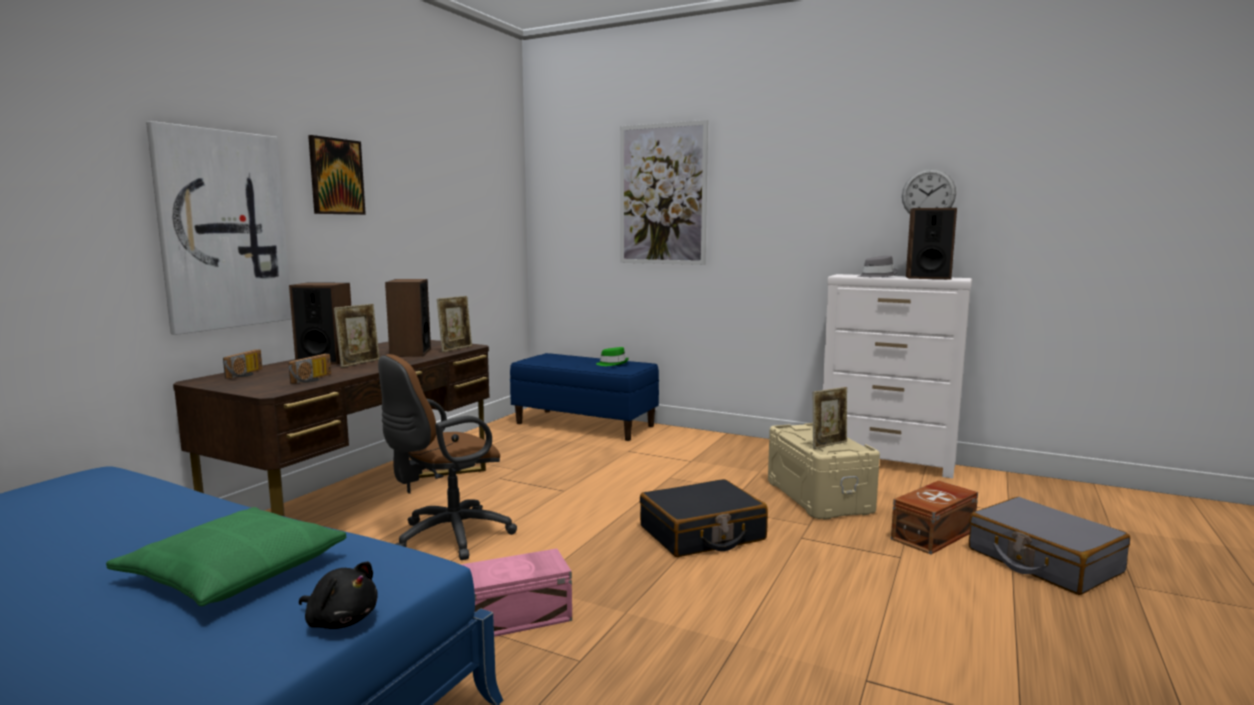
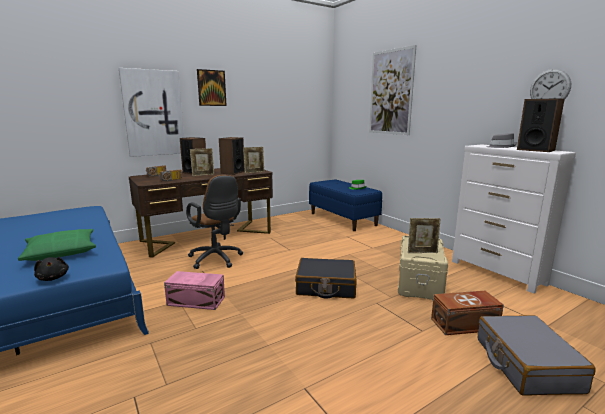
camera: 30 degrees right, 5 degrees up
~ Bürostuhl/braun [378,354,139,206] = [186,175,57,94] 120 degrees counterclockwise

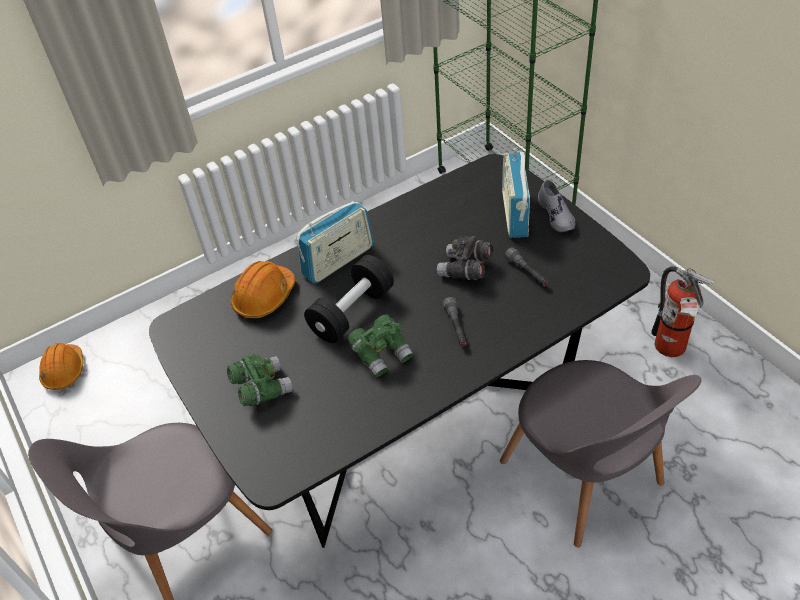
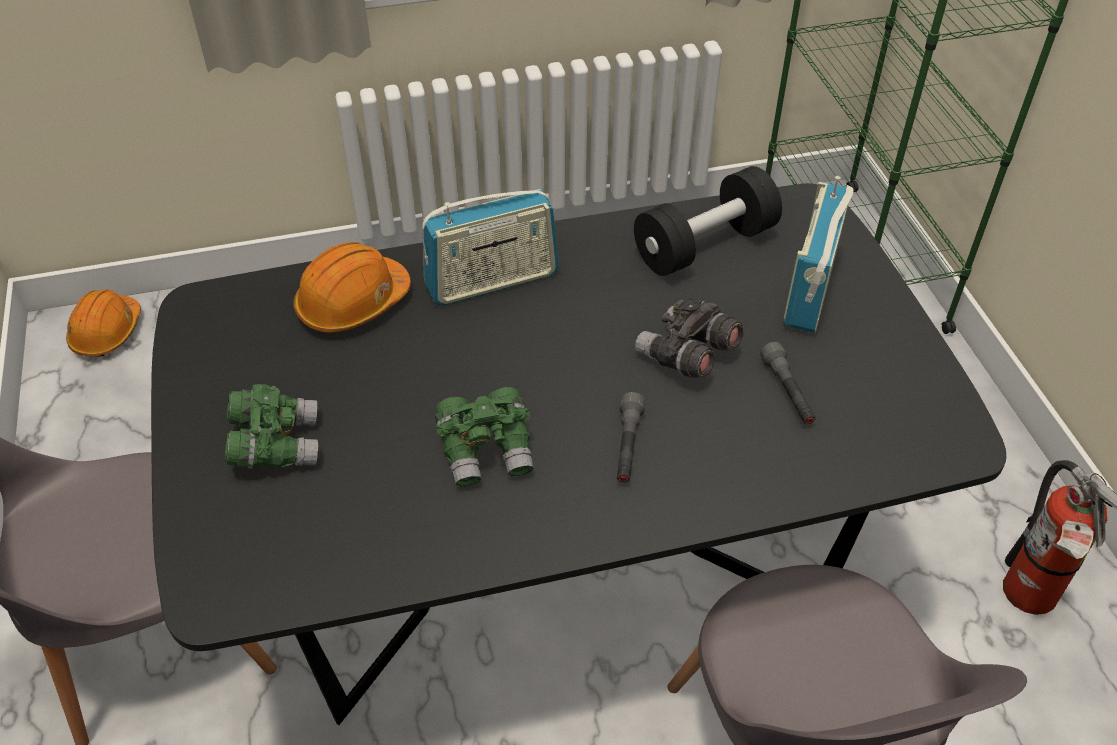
camera: 15 degrees right, 0 degrees up
- Schuh/grau [538,179,37,53]
~ Hantel/schwarz [304,255,90,88] to [634,166,148,110]

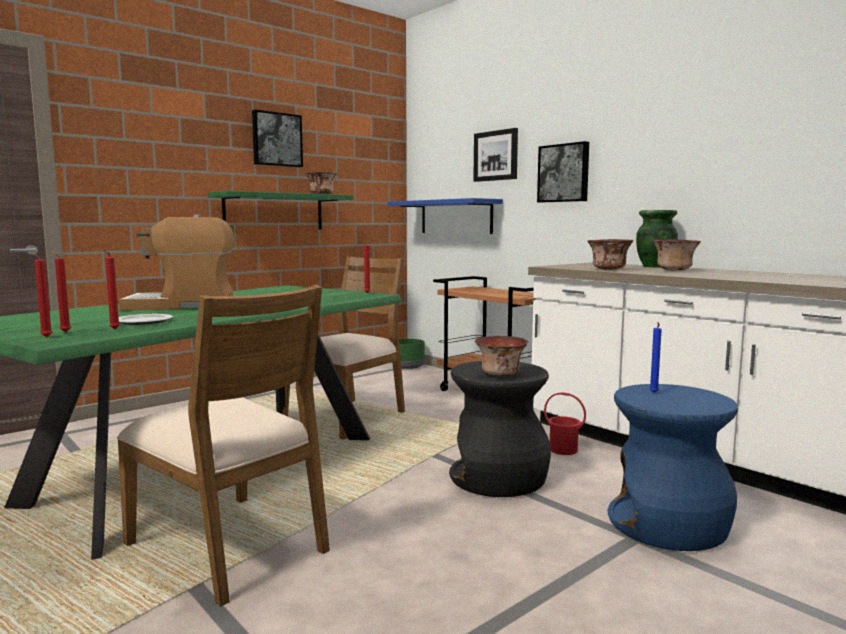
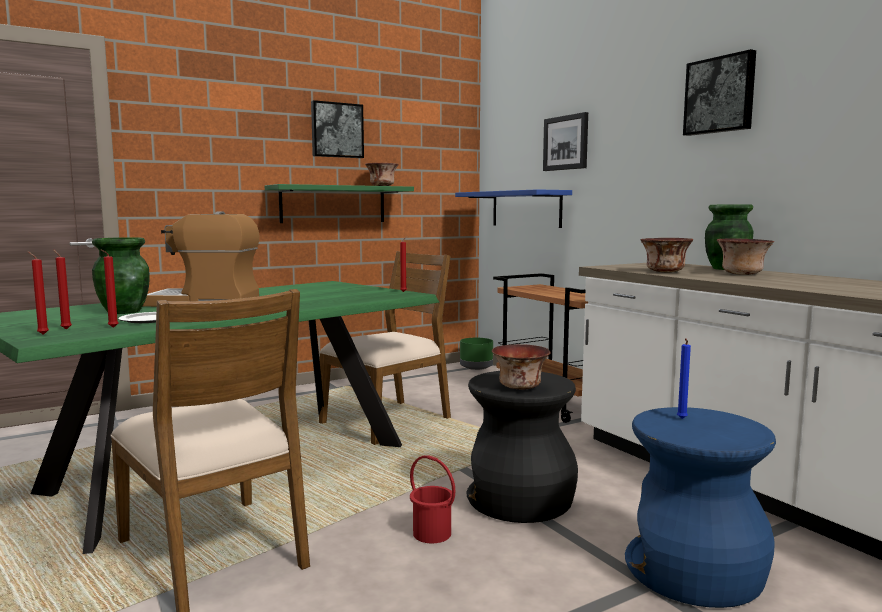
camera: 10 degrees right, 0 degrees up
+ Vase/grün [92,237,58,77]
~ Bild [537,141,52,62] to [683,49,73,87]
~ Eimer/rot [544,392,42,63] to [410,455,45,88]

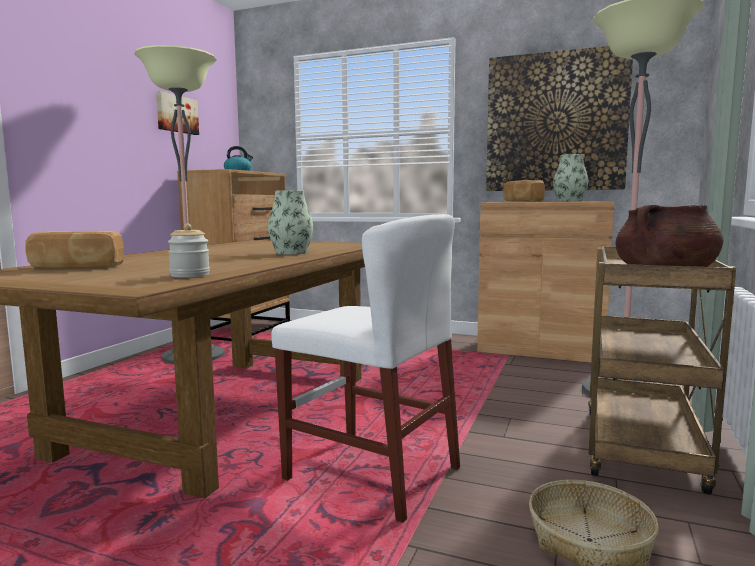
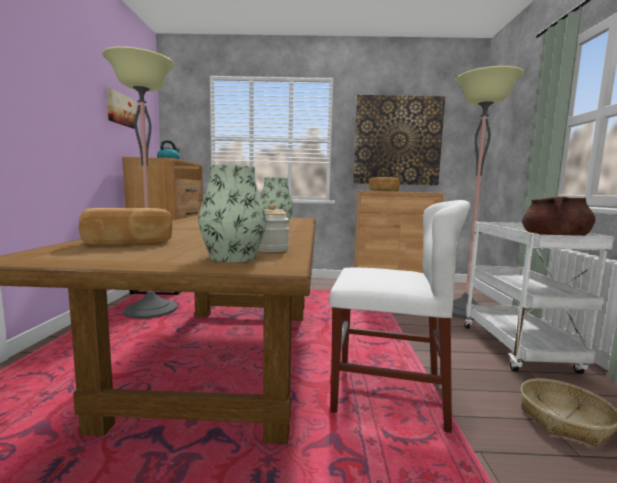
camera: 20 degrees left, 0 degrees up
~ Vase [553,154,35,48] to [198,165,68,97]
~ Rollwagen/braun [588,246,148,248] to Rollwagen/weiß [464,222,150,152]

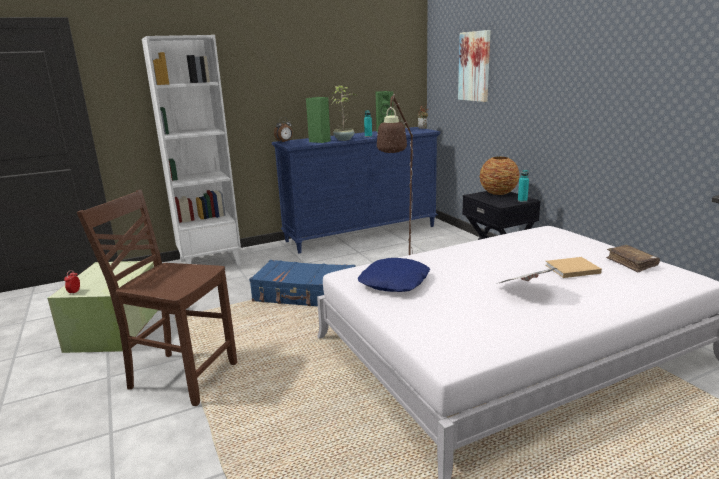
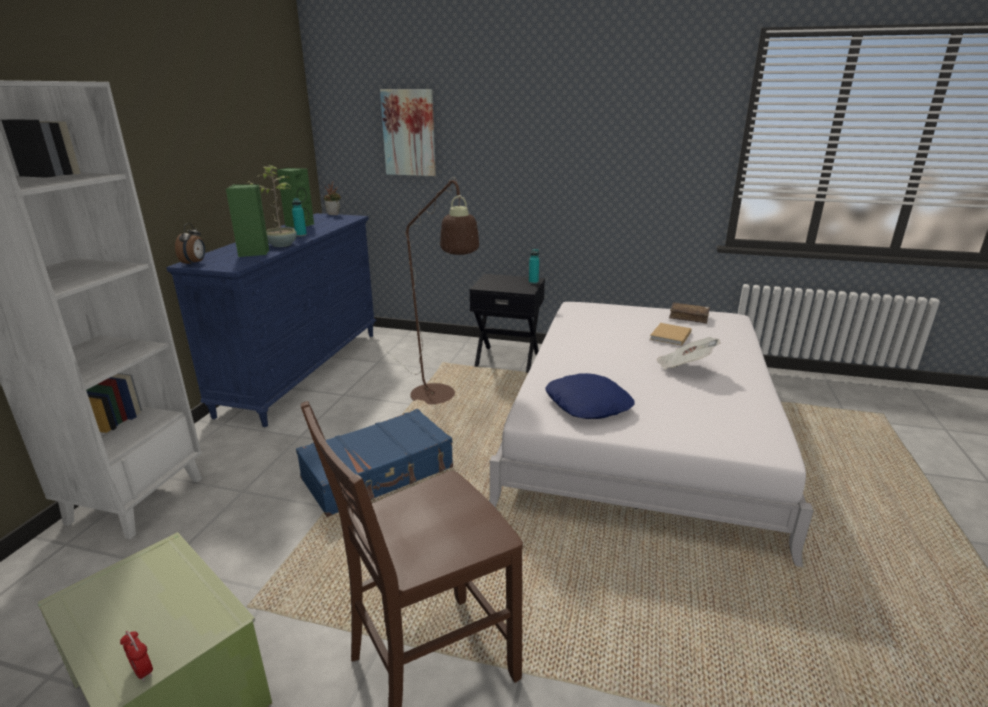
camera: 50 degrees left, 5 degrees up
- Vase [480,157,40,38]

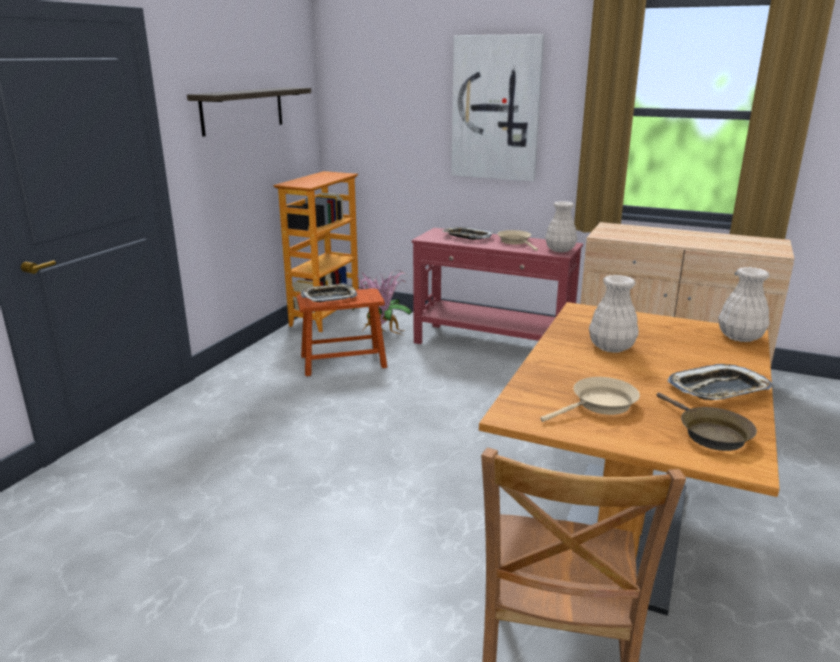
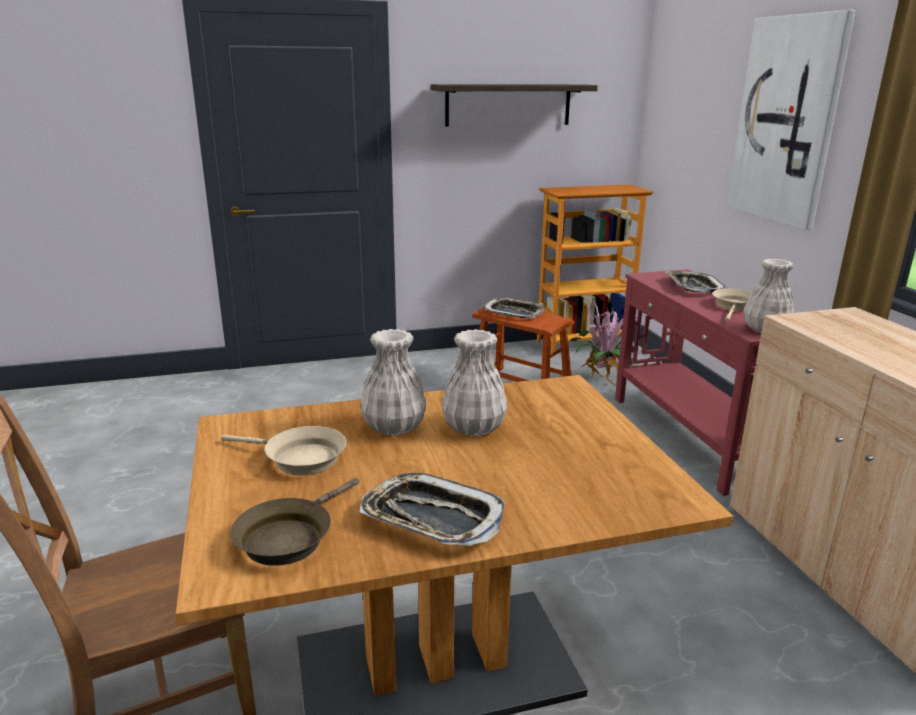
camera: 50 degrees right, 0 degrees up
~ Vase/weiß [718,267,52,75] to [361,329,66,107]

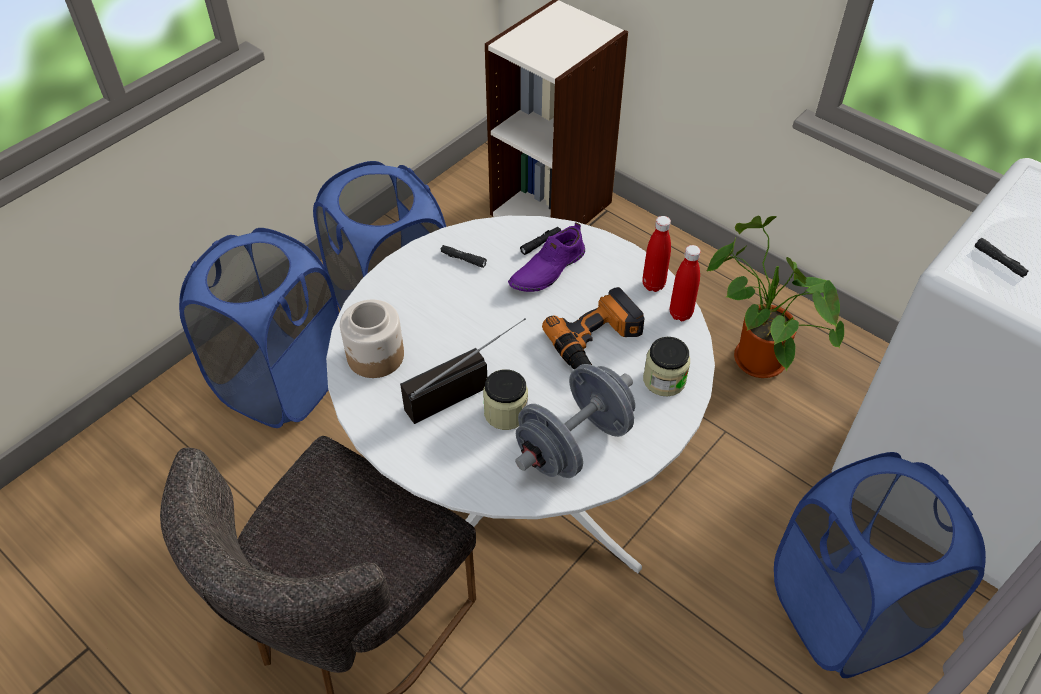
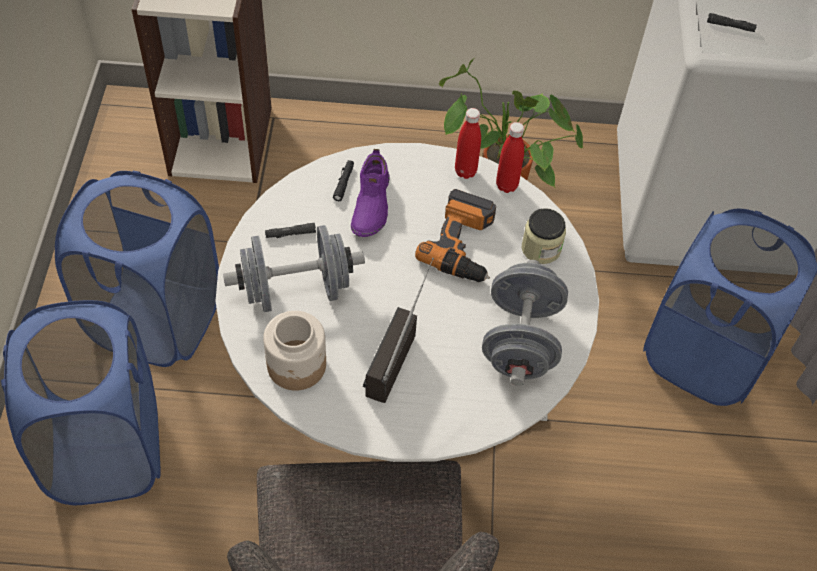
camera: 40 degrees left, 5 degrees up
- Vorratsglas [483,369,45,61]
+ Hantel/grau [223,225,142,87]

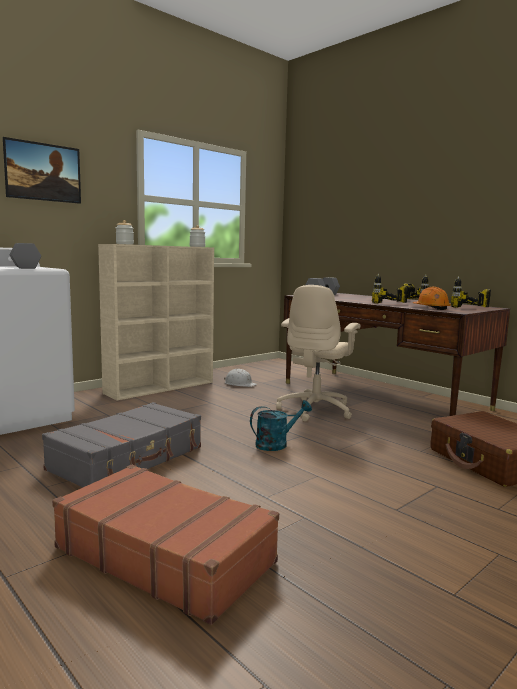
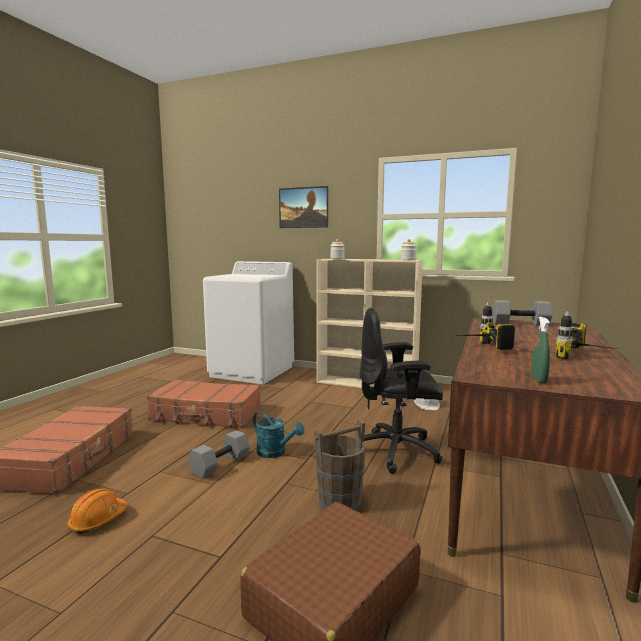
camera: 65 degrees right, 0 degrees up
+ Eimer/braun [314,420,52,90]
~ Hantel/grau [10,243,31,26] to [188,430,62,49]
~ Schutzhelm/orange [413,287,38,23] to [67,488,61,45]
~ Bohrmaschine [451,276,40,32] to Sprühflasche/grün [531,317,19,66]
~ Koffer/grau [42,402,159,85] to Koffer/braun [147,379,114,49]
~ Bürostuhl/beige [276,285,84,136] to Bürostuhl/schwarz [360,308,83,166]

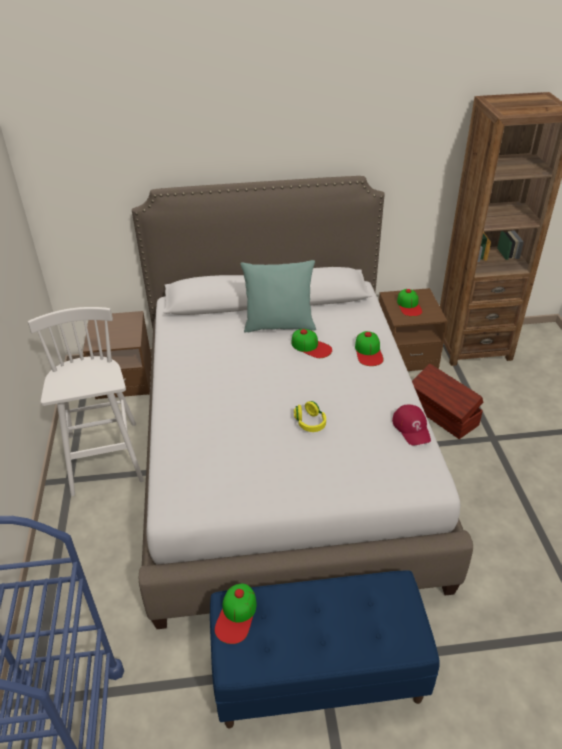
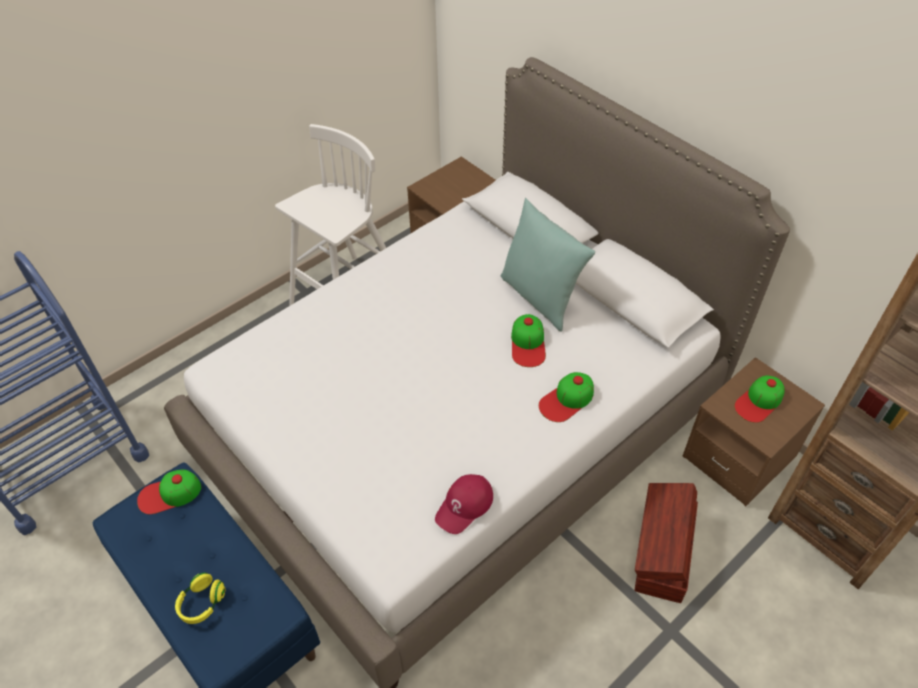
camera: 55 degrees right, 10 degrees up
~ Kopfhörer/gelb [294,401,32,31] to [175,572,50,52]

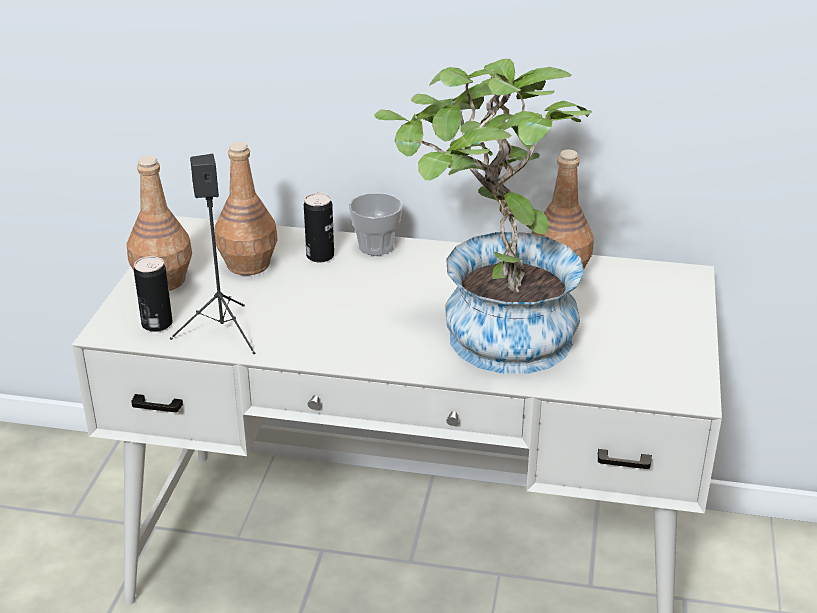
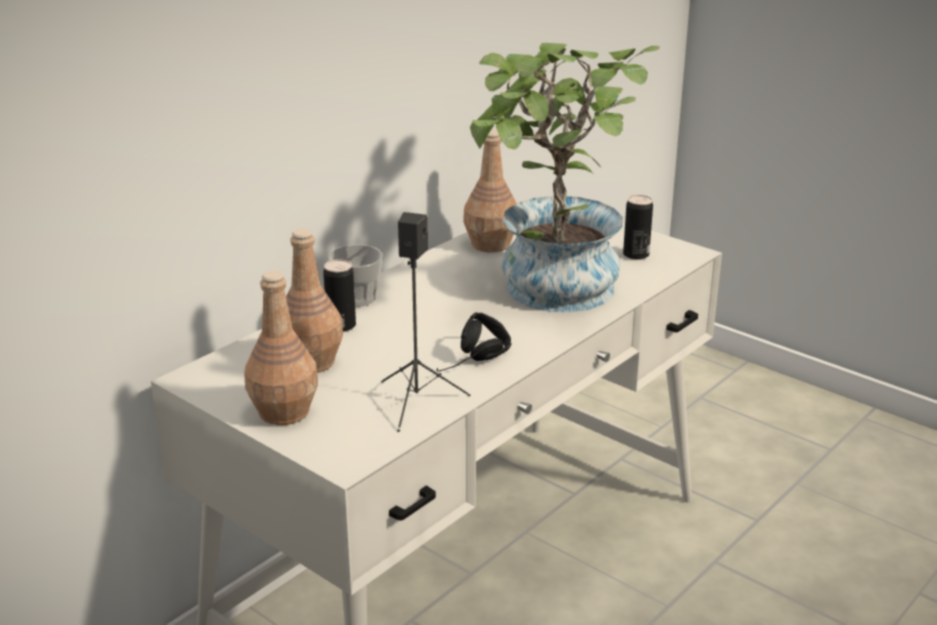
camera: 60 degrees left, 5 degrees down
+ Kopfhörer/schwarz [437,312,75,60]
~ Dose [134,256,39,76] to [623,195,30,65]

